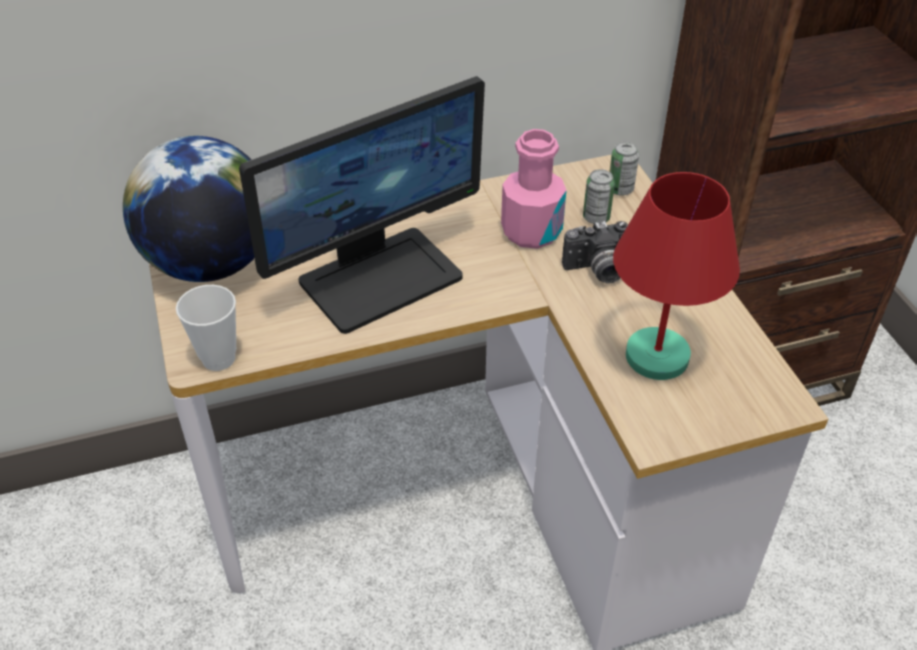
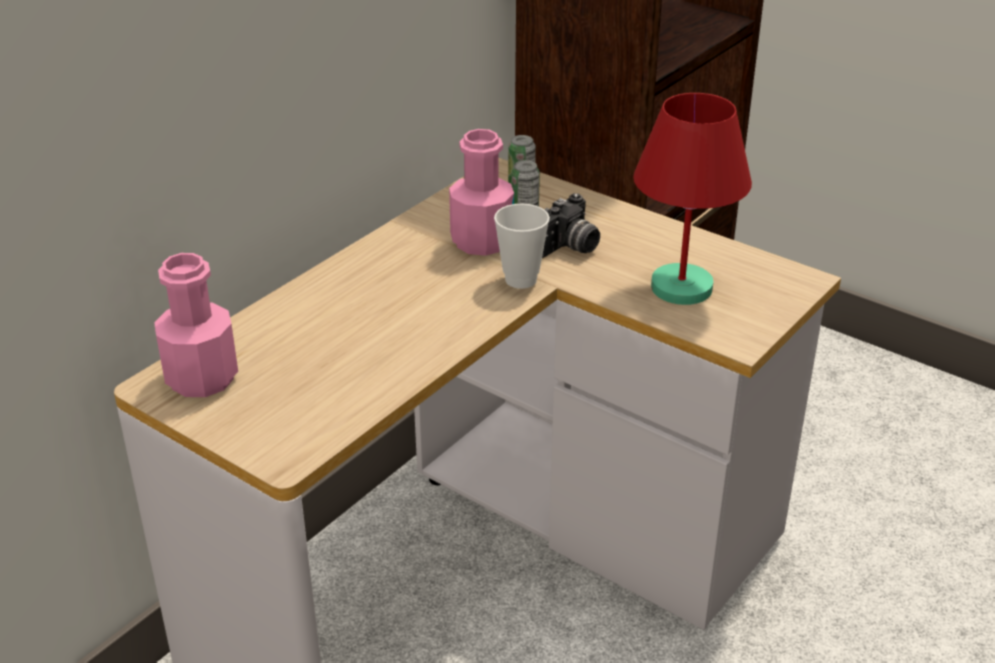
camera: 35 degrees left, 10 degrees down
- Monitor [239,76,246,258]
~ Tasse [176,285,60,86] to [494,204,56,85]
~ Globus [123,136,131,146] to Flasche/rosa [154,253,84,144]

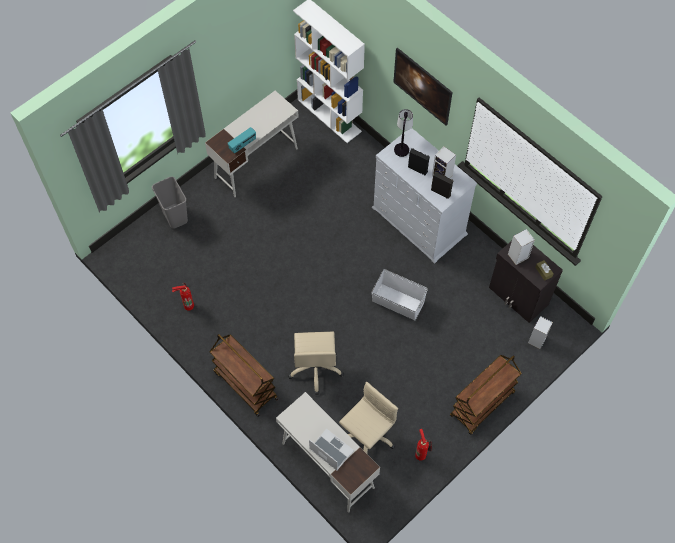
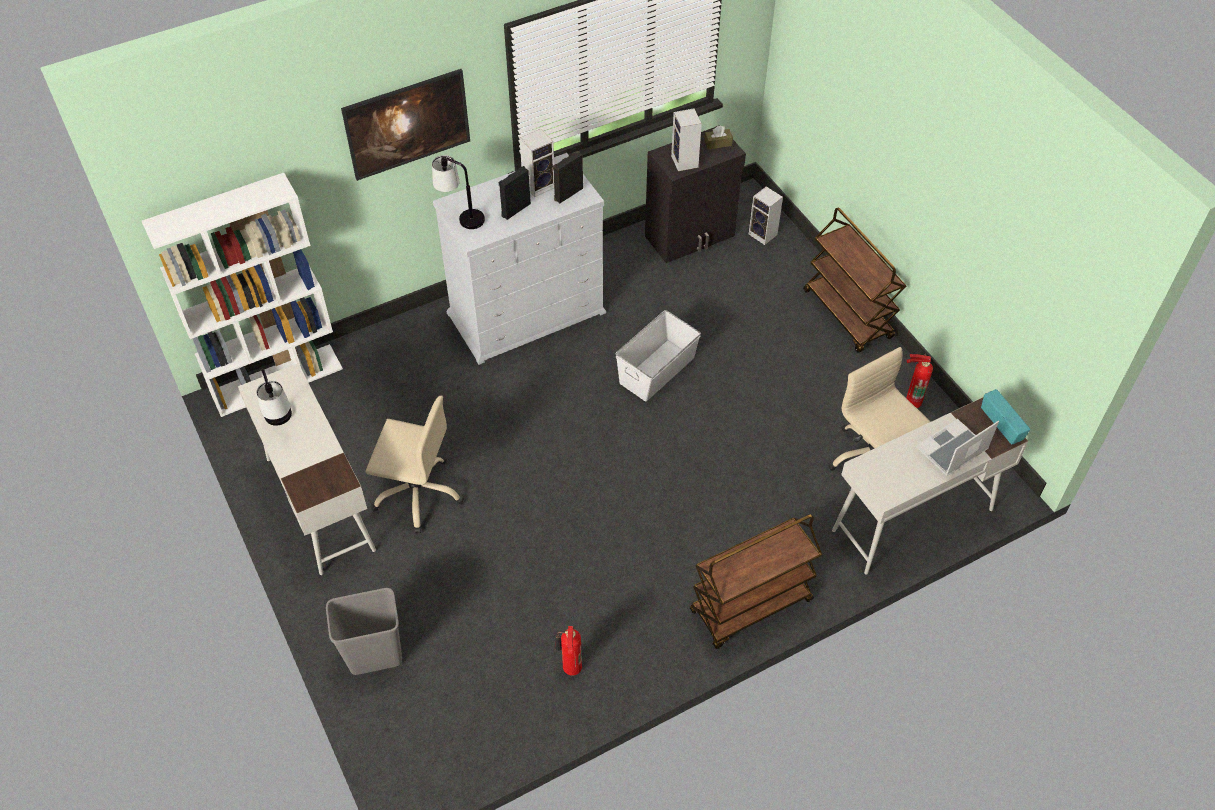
camera: 75 degrees left, 10 degrees down
+ Tischlampe [257,369,35,57]
~ Radio [227,127,29,26] to [981,389,49,56]
~ Bürostuhl/beige [288,332,56,63] to [366,396,98,137]

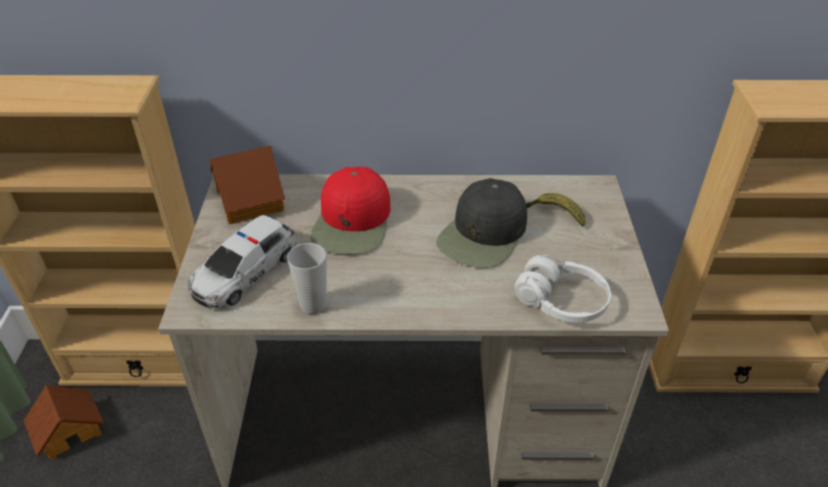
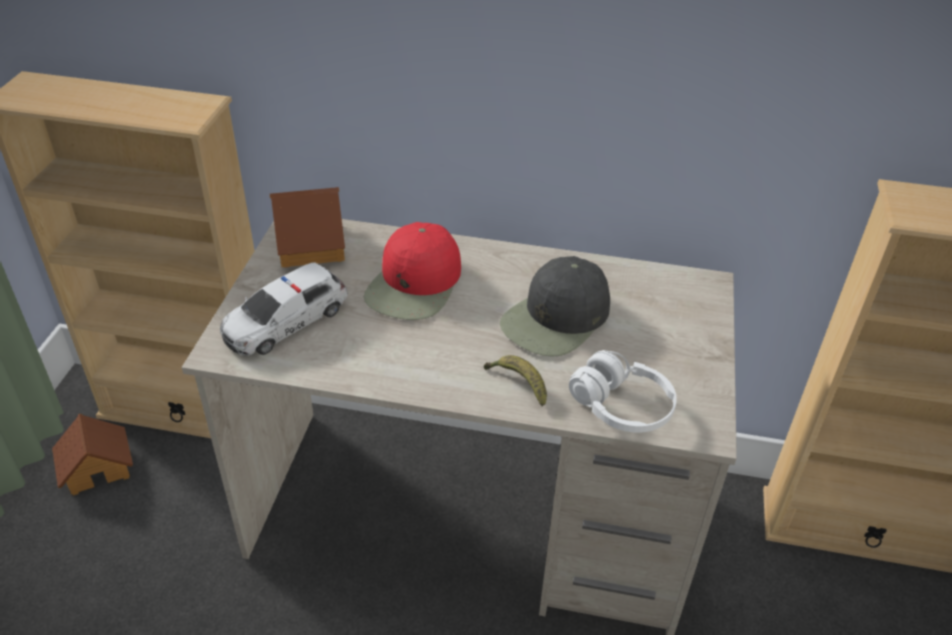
camera: 10 degrees right, 0 degrees up
- Tasse [287,243,40,71]
~ Banane [526,193,59,34] to [483,355,64,51]

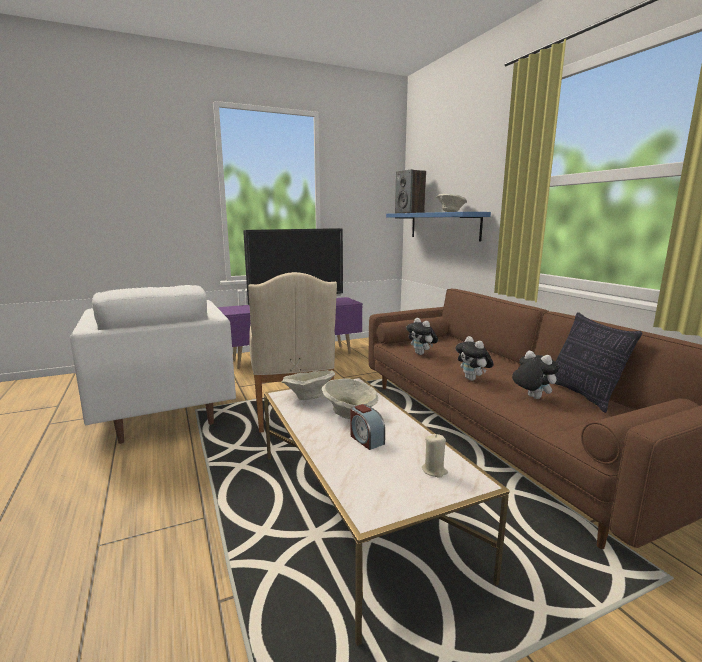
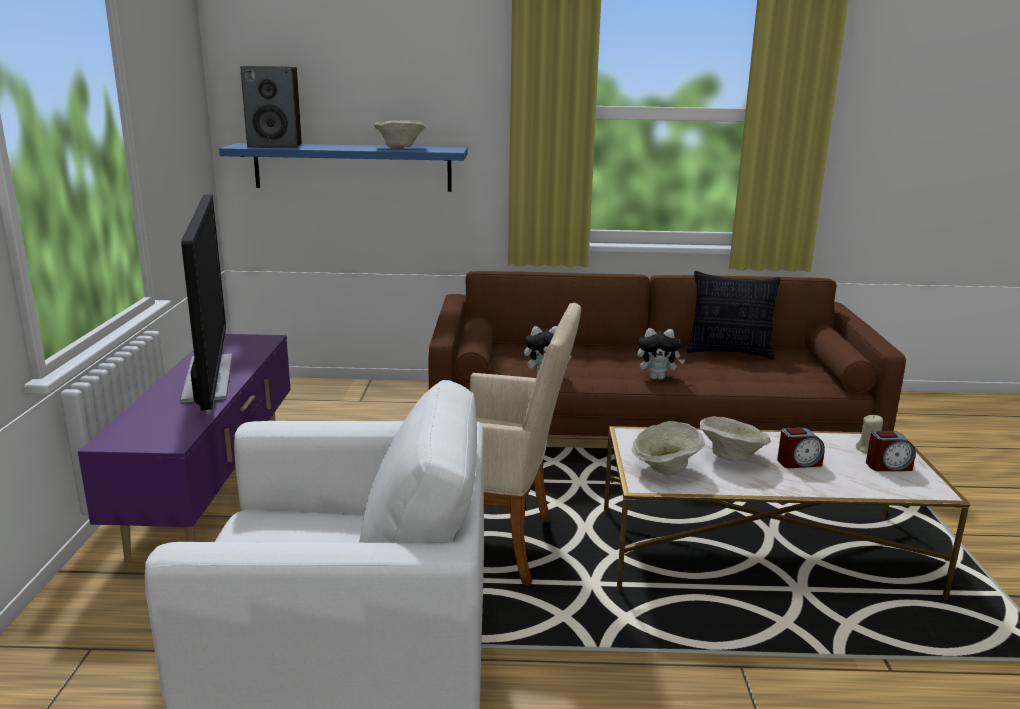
camera: 65 degrees left, 5 degrees up
- Plüschtier [512,351,48,48]
+ Wecker [866,431,50,40]

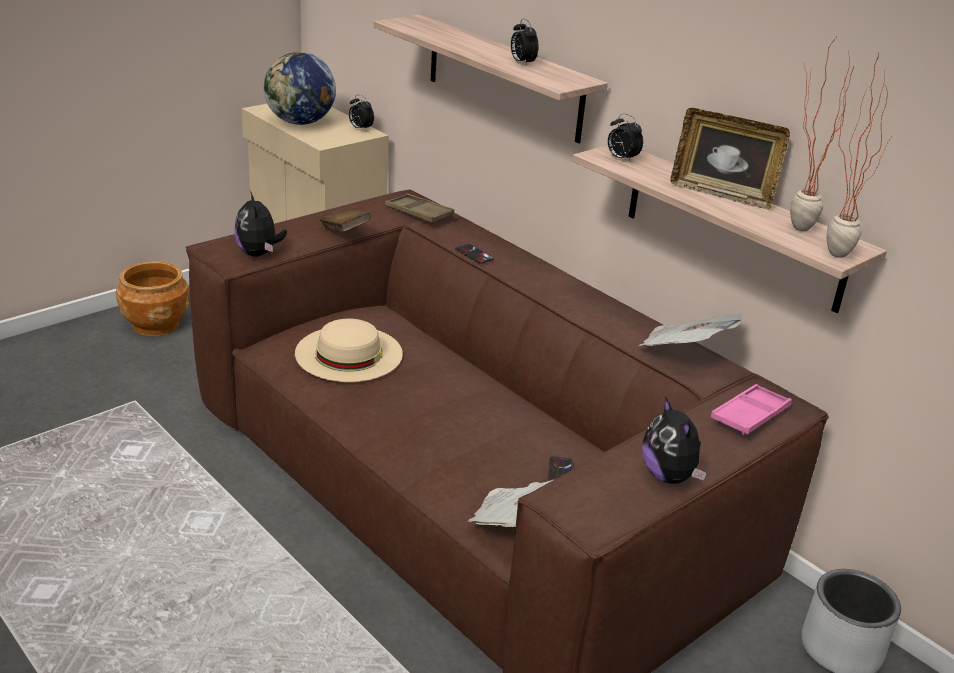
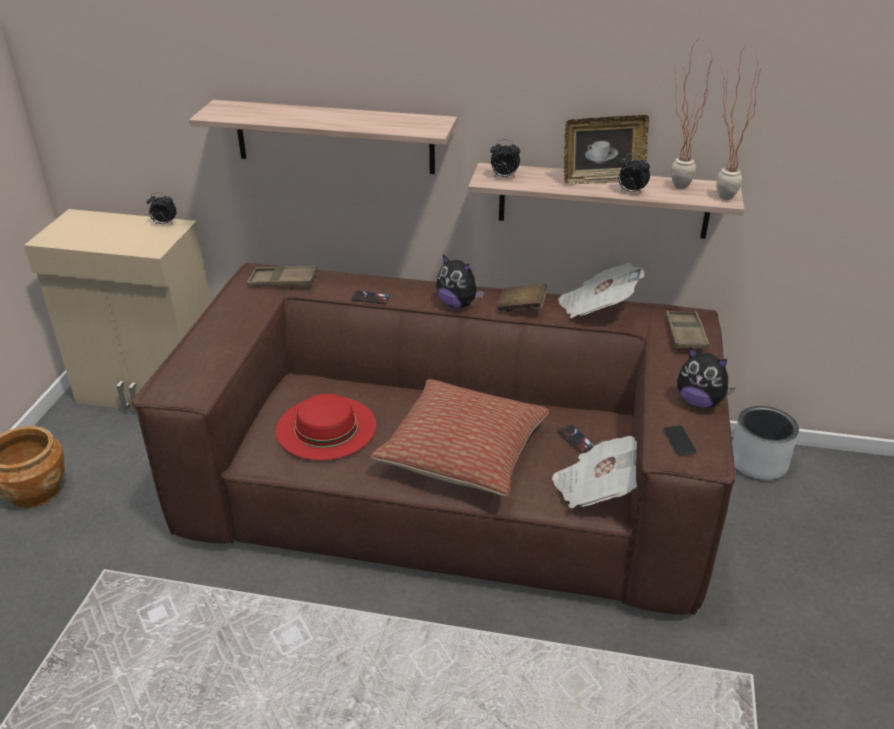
camera: 35 degrees left, 5 degrees up
- Globus [264,52,72,73]
+ Kissen [371,379,179,117]
+ Handy [663,426,34,29]
~ Plüschtier [234,191,53,66] to [436,255,48,53]
~ Buch/braun [319,209,52,23] to [497,284,50,29]
~ Wecker [511,18,27,48] to [618,153,32,42]
~ Hut/beige [295,319,108,63] to Hut/rot [276,394,100,66]
~ Tablett/rosa [711,384,81,51] to Tablett/braun [666,310,43,40]

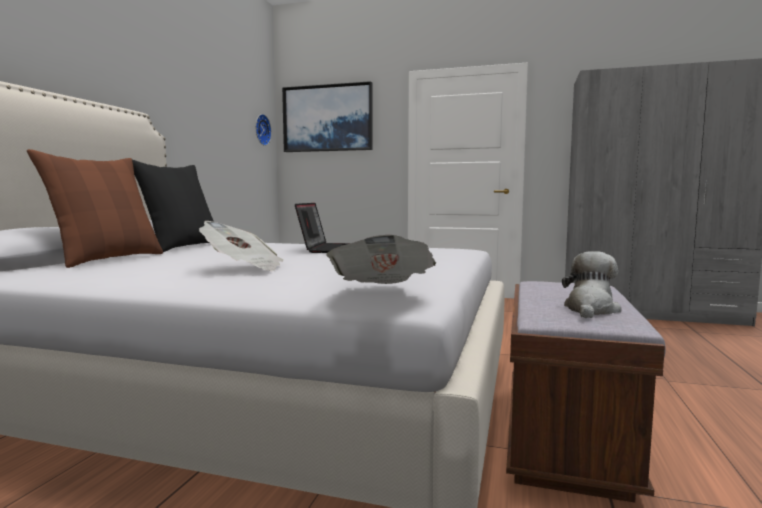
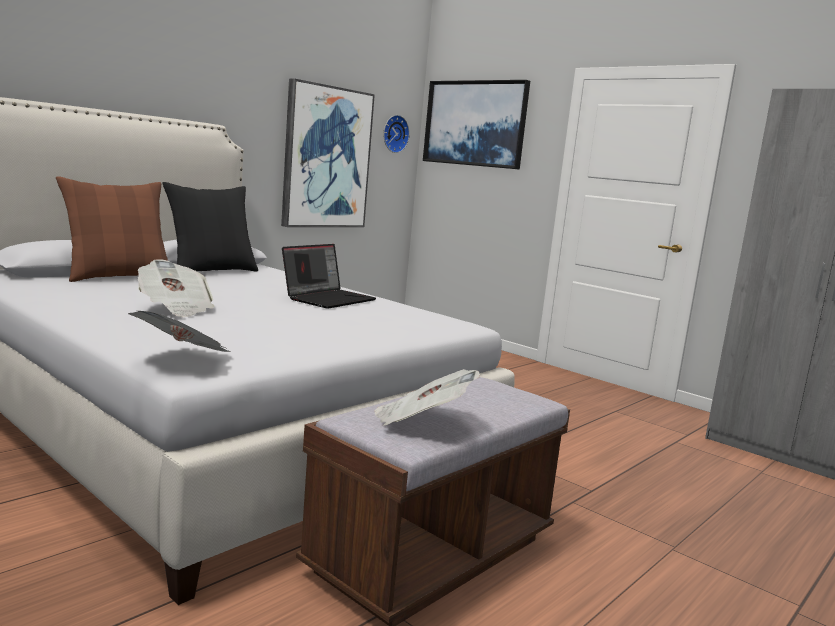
camera: 25 degrees right, 5 degrees up
+ Bild [281,79,94,148]
~ Plüschtier [562,251,60,67] to Zeitung [374,369,106,57]

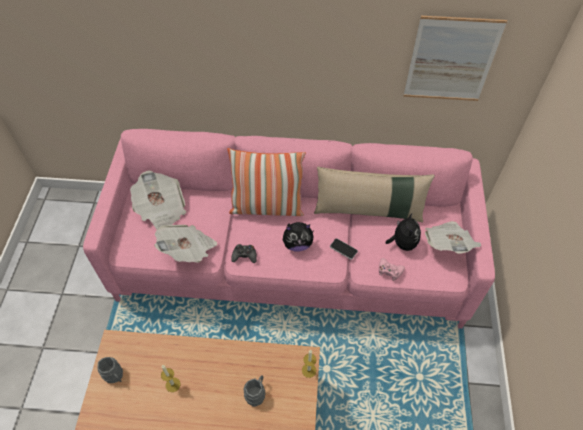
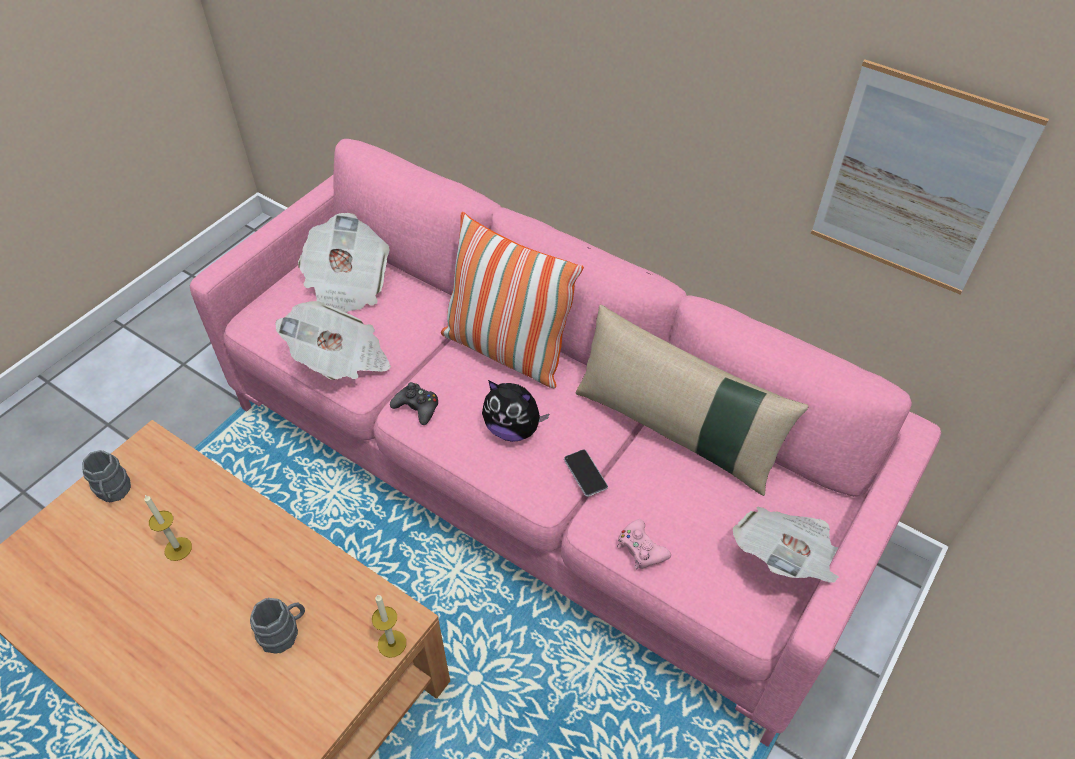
camera: 30 degrees right, 5 degrees down
- Plüschtier [386,212,35,39]

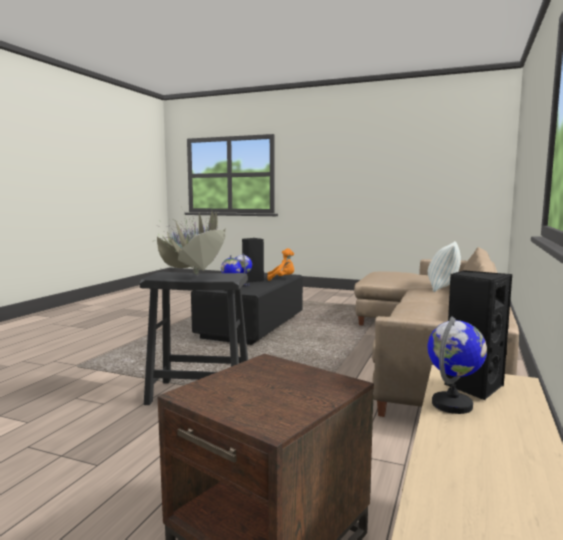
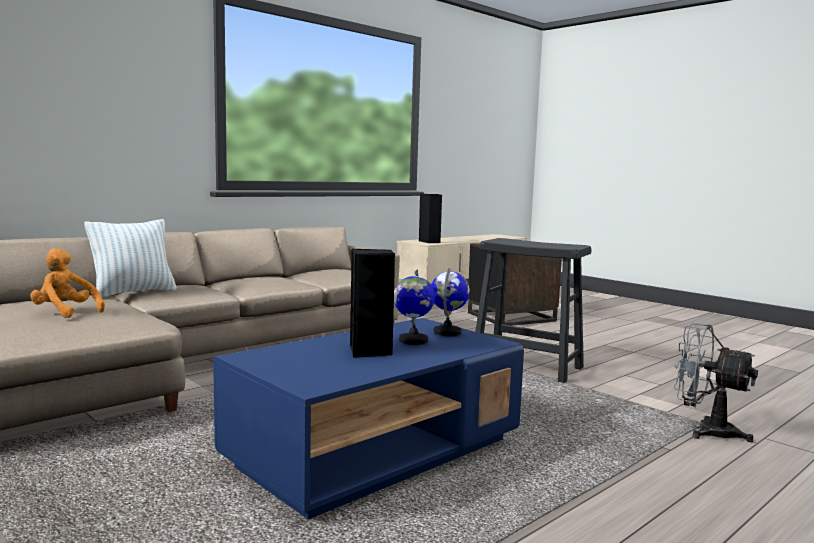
camera: 155 degrees left, 0 degrees up
- Topfpflanze [153,207,73,68]
- Globus [428,317,59,97]
+ Ventilator/grau [674,323,84,119]
~ Plüschtier/orange [267,248,27,33] to [30,248,75,70]
~ Couchtisch/schwarz [191,273,112,72] to Couchtisch/blau [213,318,311,201]

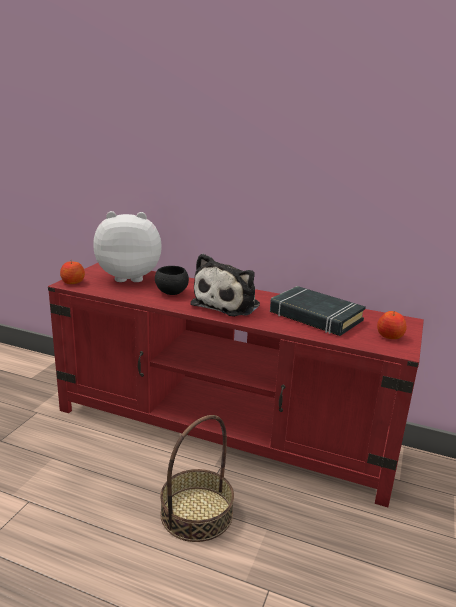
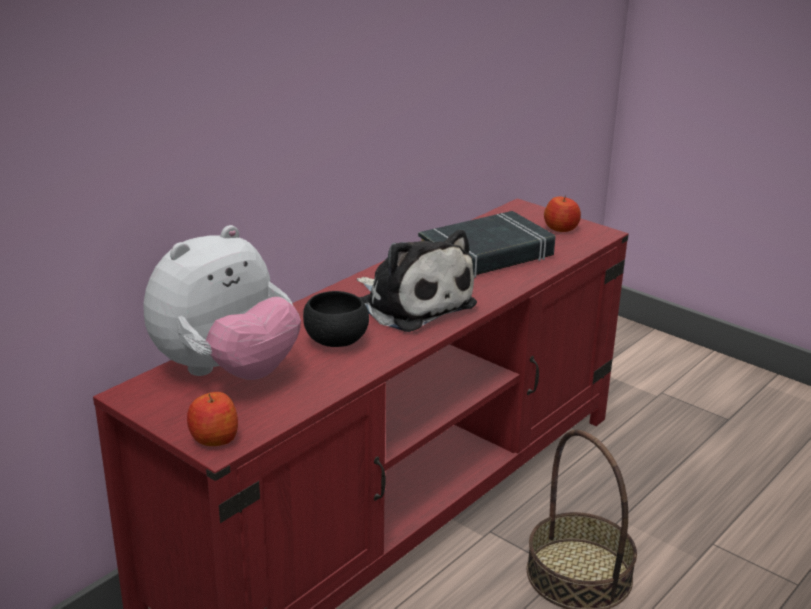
camera: 70 degrees left, 5 degrees up
~ Plüschtier [93,211,69,71] = [144,225,157,155] 150 degrees counterclockwise

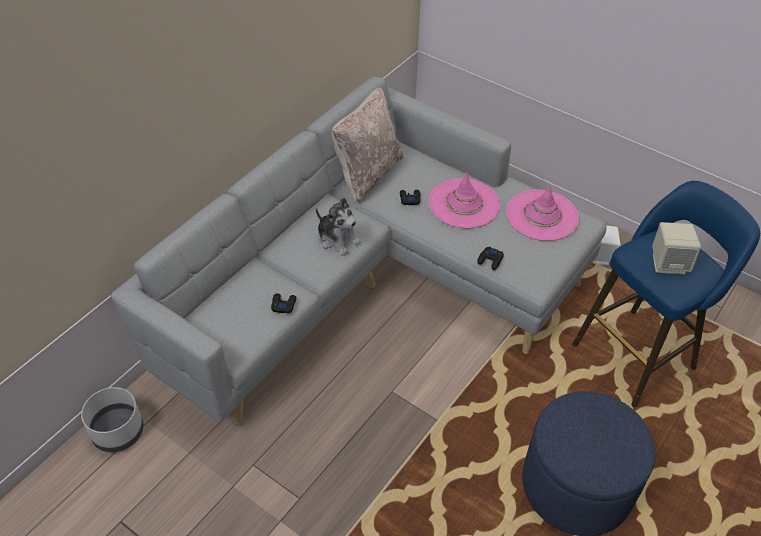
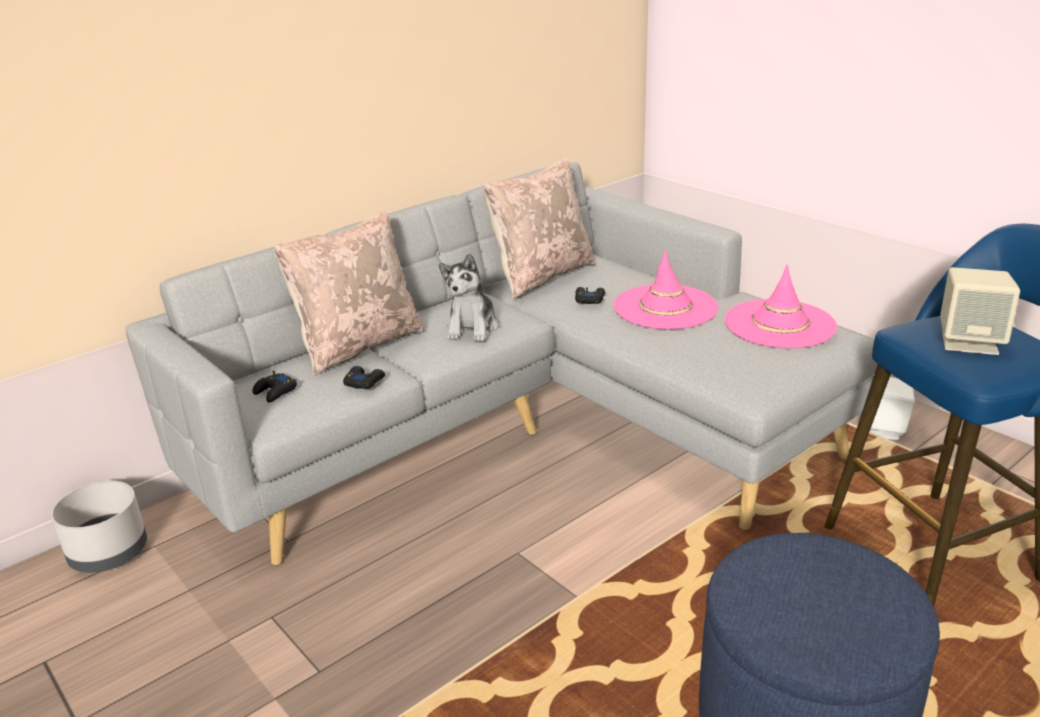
camera: 15 degrees right, 20 degrees down
+ Kissen/beige [273,211,151,164]
~ Gamepad/schwarz [477,247,27,23] to [252,371,45,32]
~ Plüschtier [316,198,45,58] = [439,253,60,89] 45 degrees clockwise

